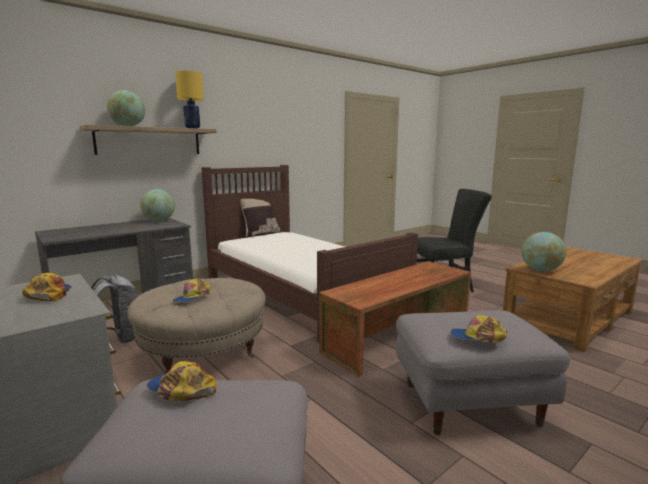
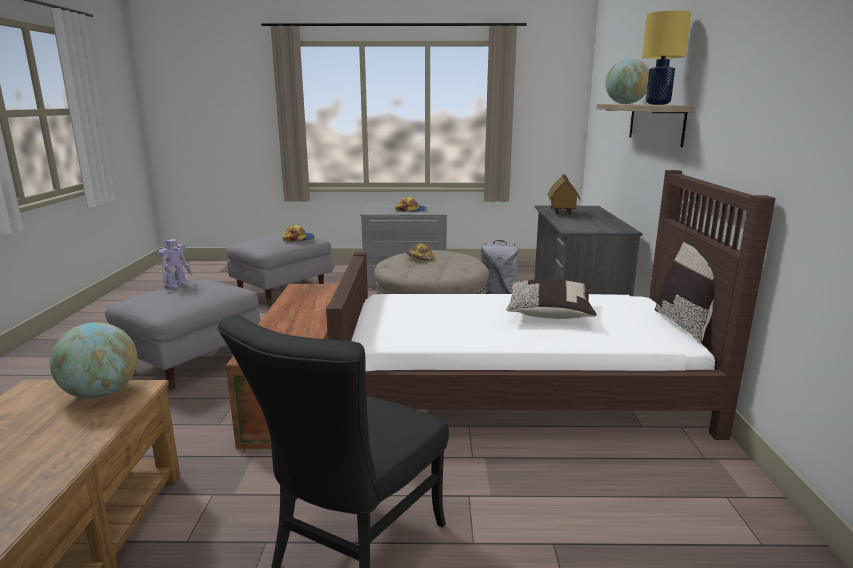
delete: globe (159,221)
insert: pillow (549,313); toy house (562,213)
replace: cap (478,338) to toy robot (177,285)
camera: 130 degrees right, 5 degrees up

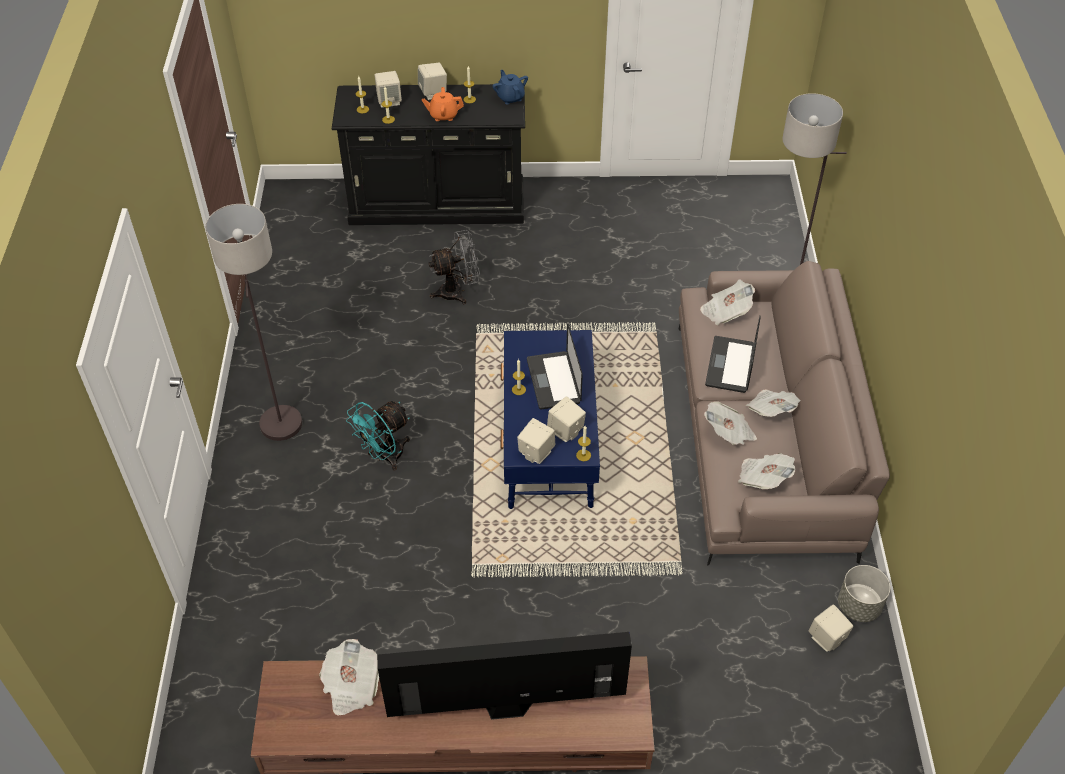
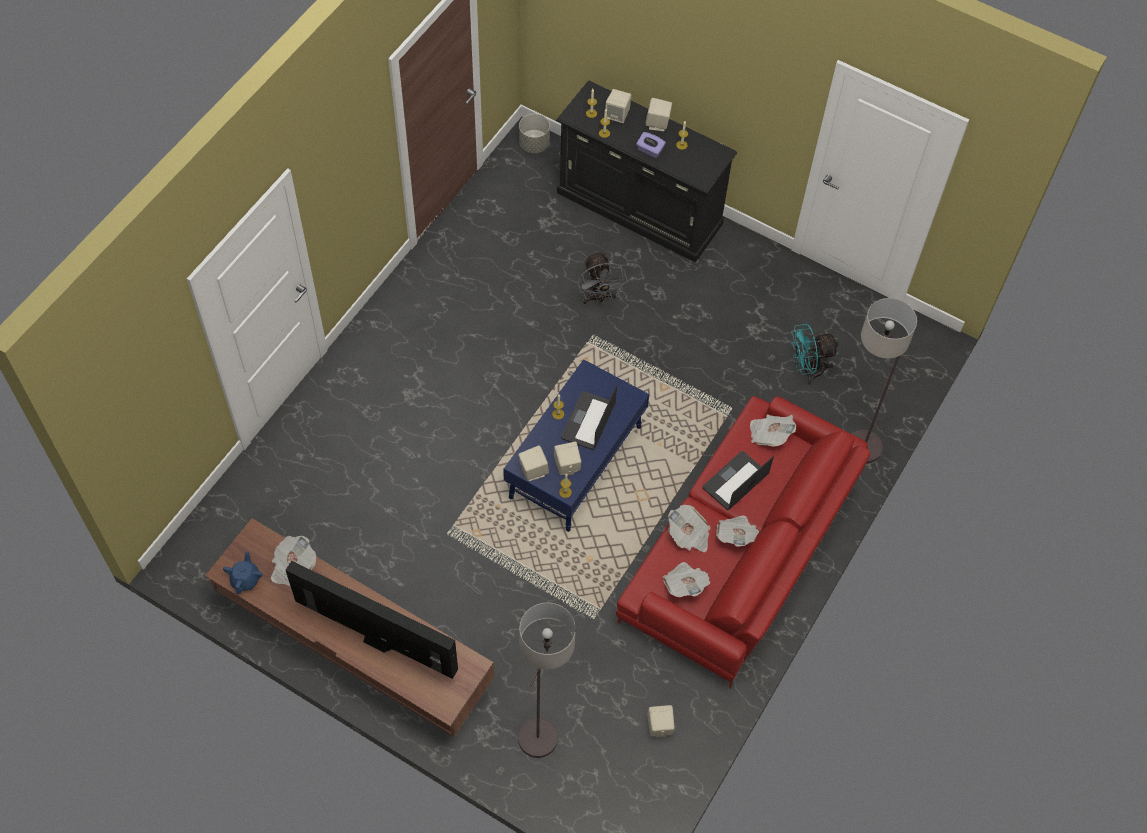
move: grey floor lamp (280,414) to (542,727); turquoise fan (384,456) to (807,370); blue teapot (510,97) to (246,579); grey planter (859,606) to (534,144)
replace: orange teapot (443,115) to purple tissue box (650,150)
recolor: beige sofa (765,437) to red sofa (742,551)
rotate: grey fan (457,292) = (598,298) 60 degrees clockwise
camera: 30 degrees right, 10 degrees up

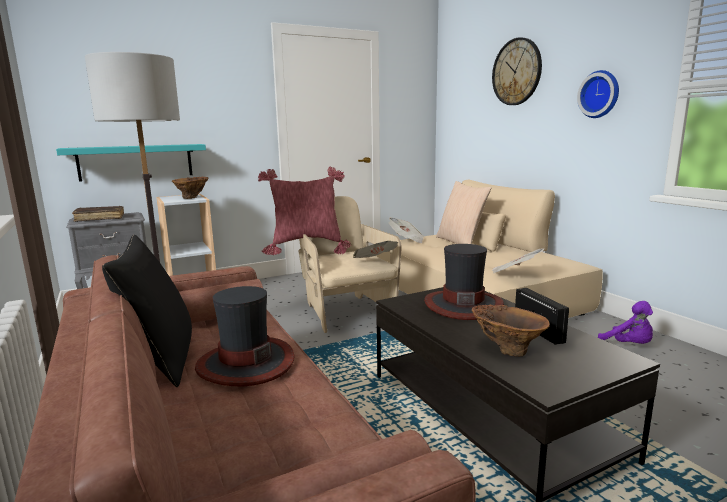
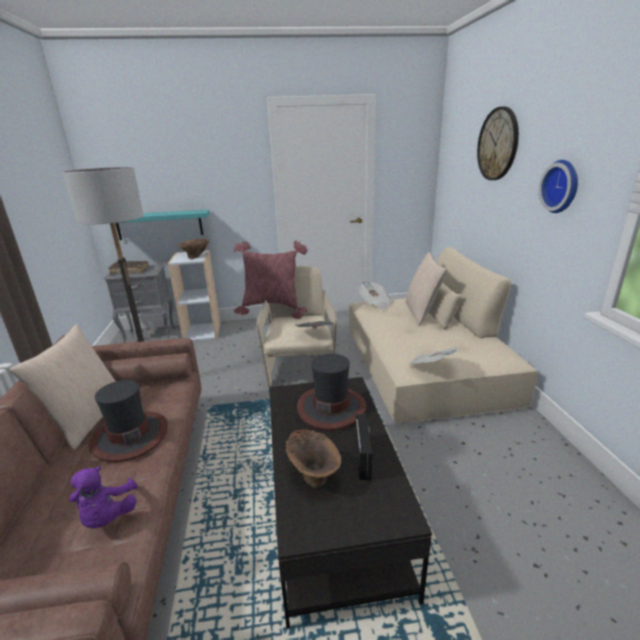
move: purple plush toy (629,345) to (108,516)
recolor: black pillow (162,359) to beige pillow (88,418)
camera: 20 degrees right, 10 degrees up

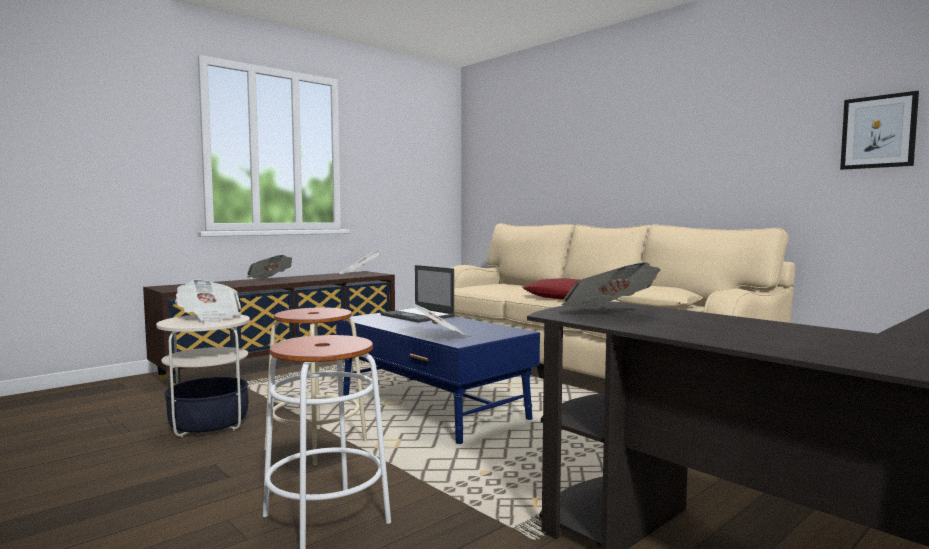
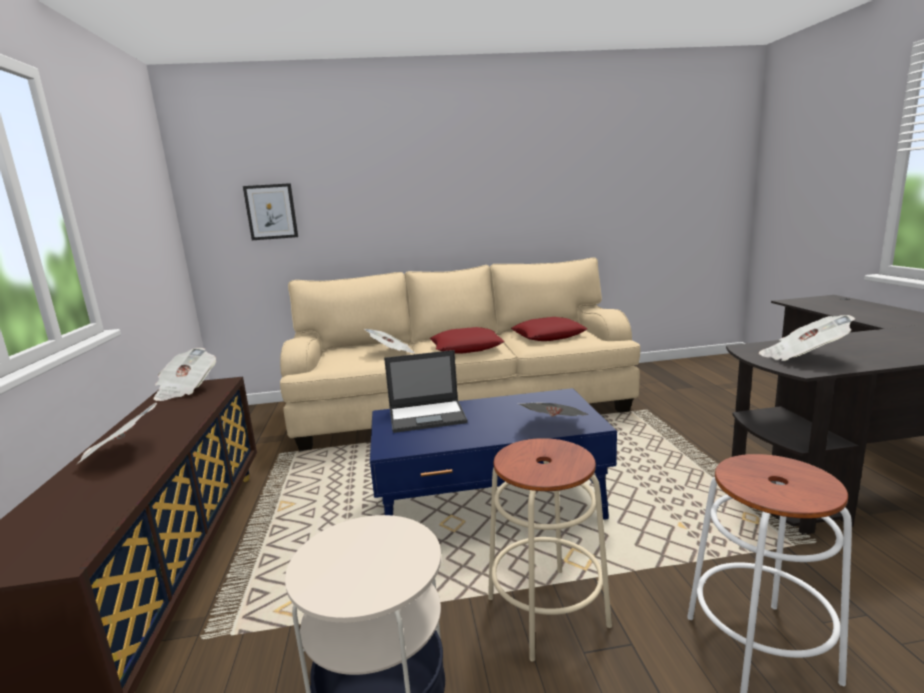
move: newspaper (209,318) to (392,353); picture (878,132) to (271,212)
recolor: beige pillow (656,306) to red pillow (548,336)
camera: 55 degrees left, 10 degrees up

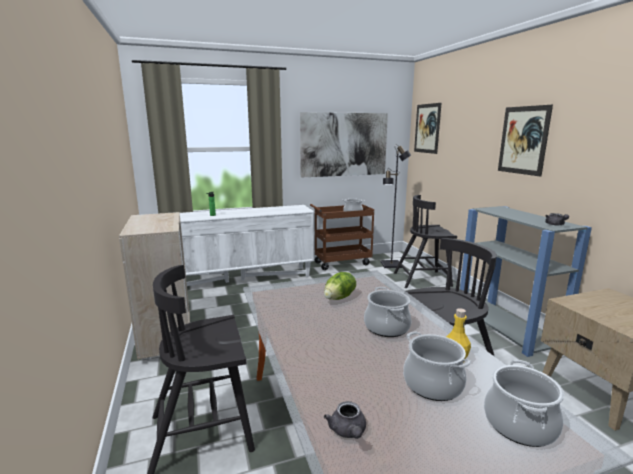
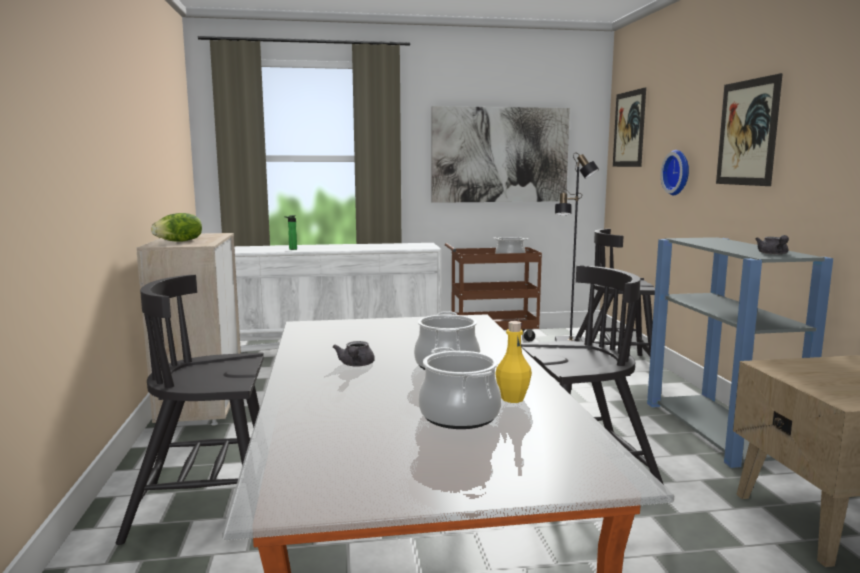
delete: cooking pot (519,424)
insert: wall clock (678,172)
move: lettuce (340,297) to (179,241); grey teapot (348,432) to (356,365)
camera: 10 degrees right, 5 degrees down

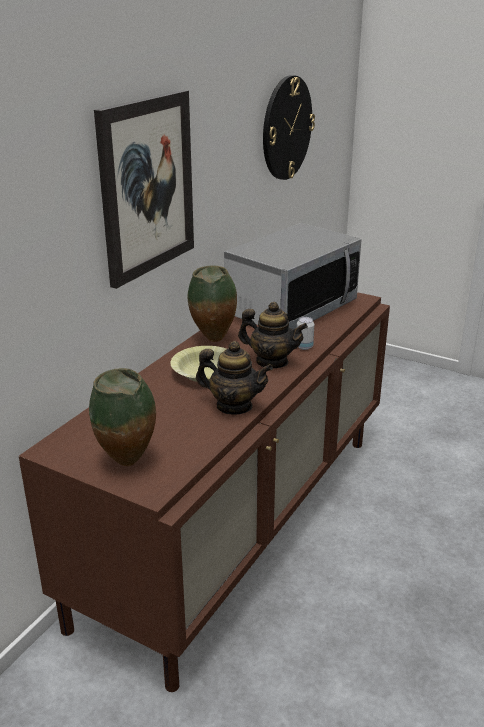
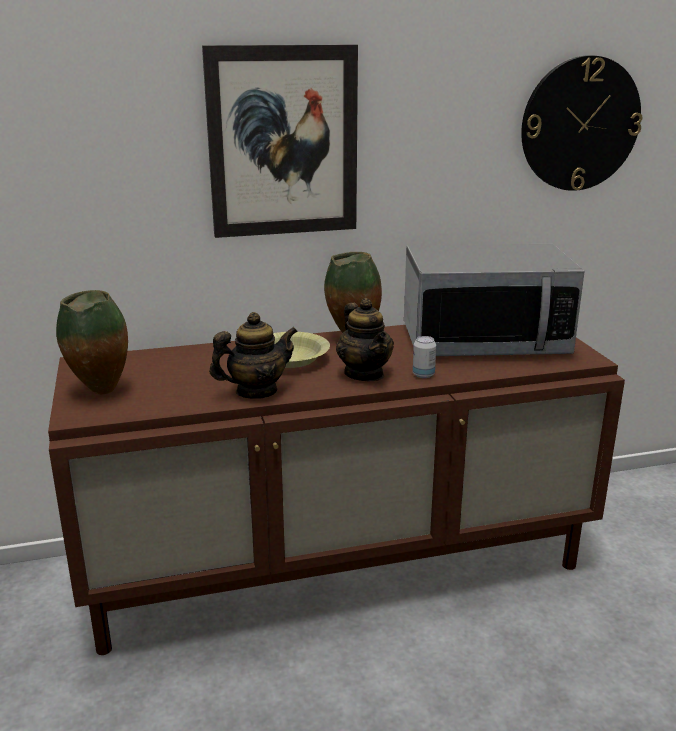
rotate: teapot (234,406) = (256,391) 90 degrees counterclockwise
camera: 45 degrees right, 5 degrees down

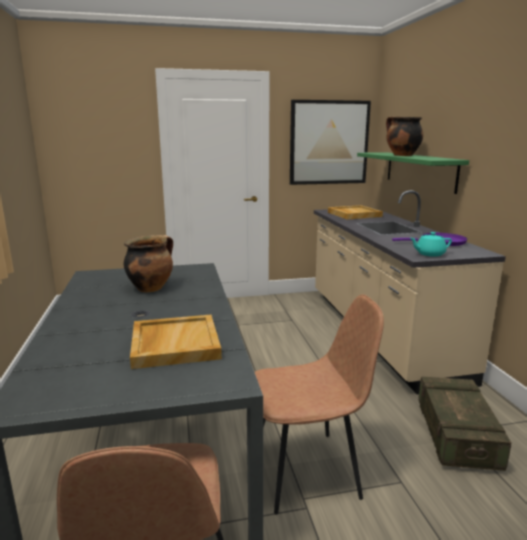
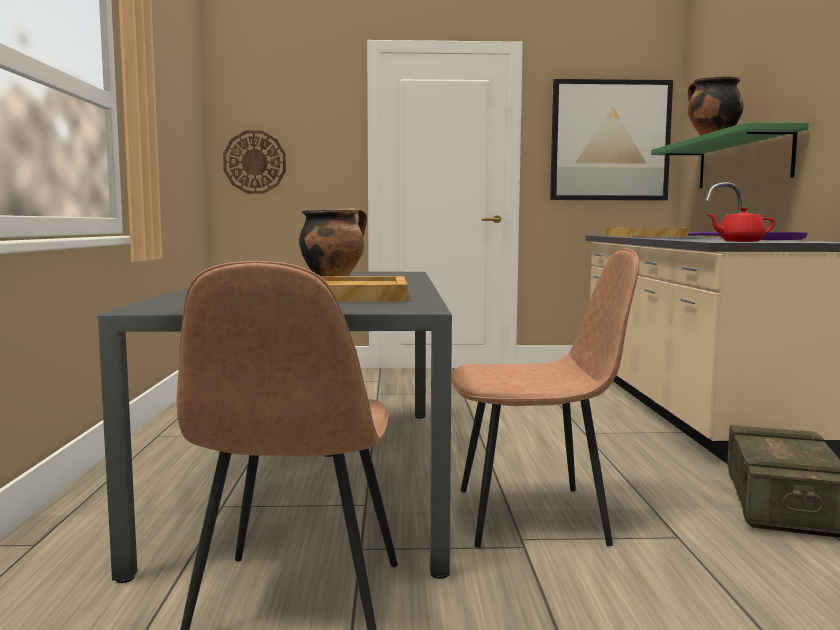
insert: wall clock (255,162)
recolor: turquoise teapot (429,254) to red teapot (740,241)
camera: 10 degrees right, 10 degrees down

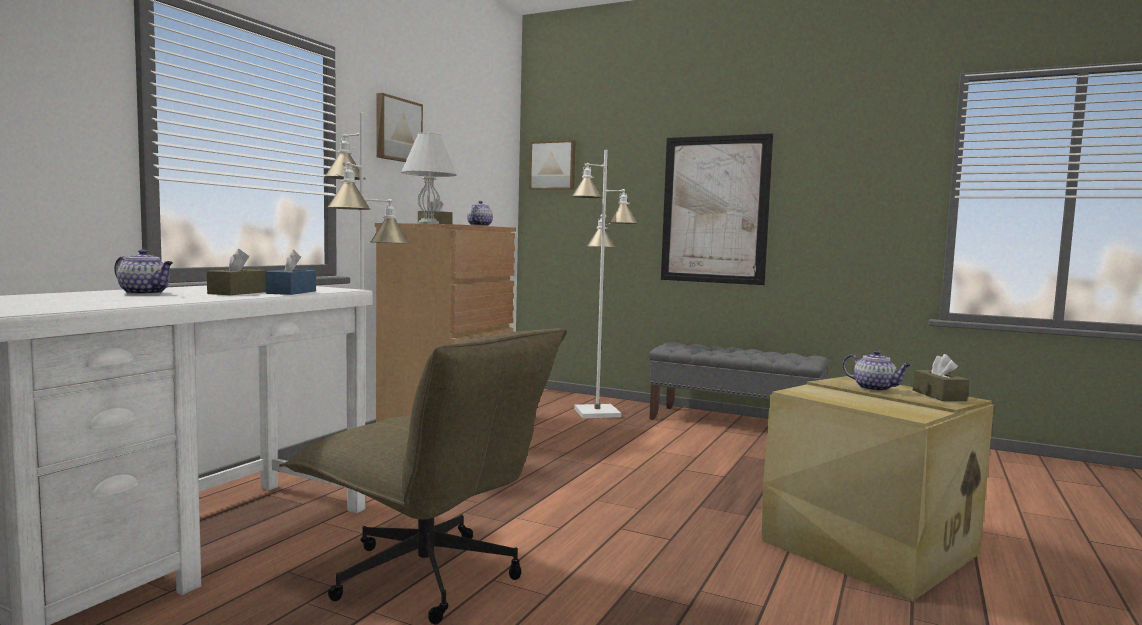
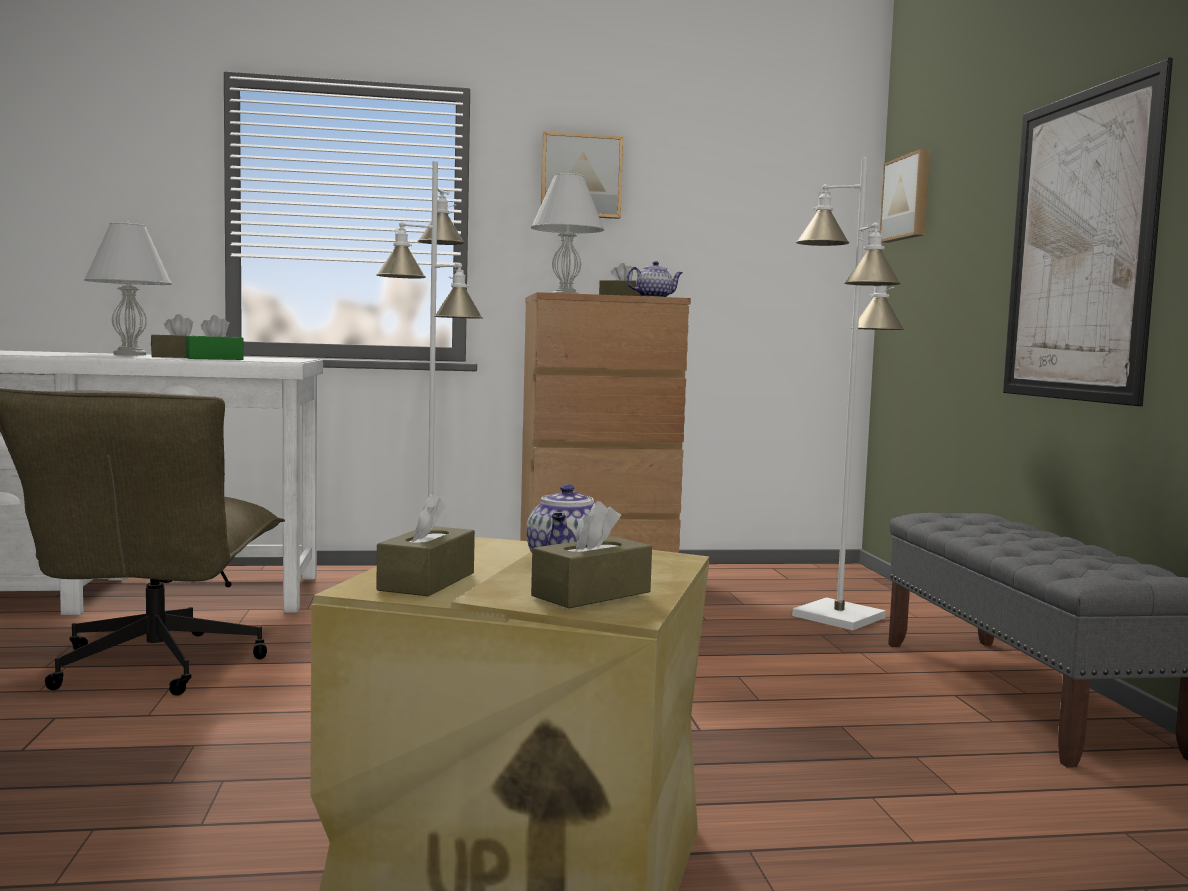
insert: brown tissue box (427,581)
replace: teapot (145,293) to white table lamp (130,354)
recolor: blue tissue box (291,292) to green tissue box (214,359)
camera: 55 degrees right, 0 degrees up

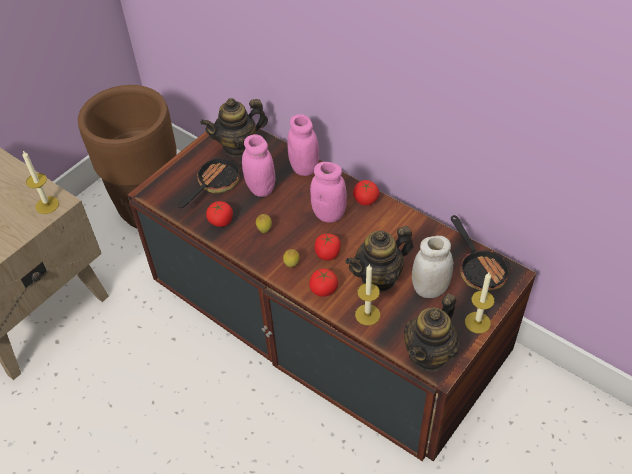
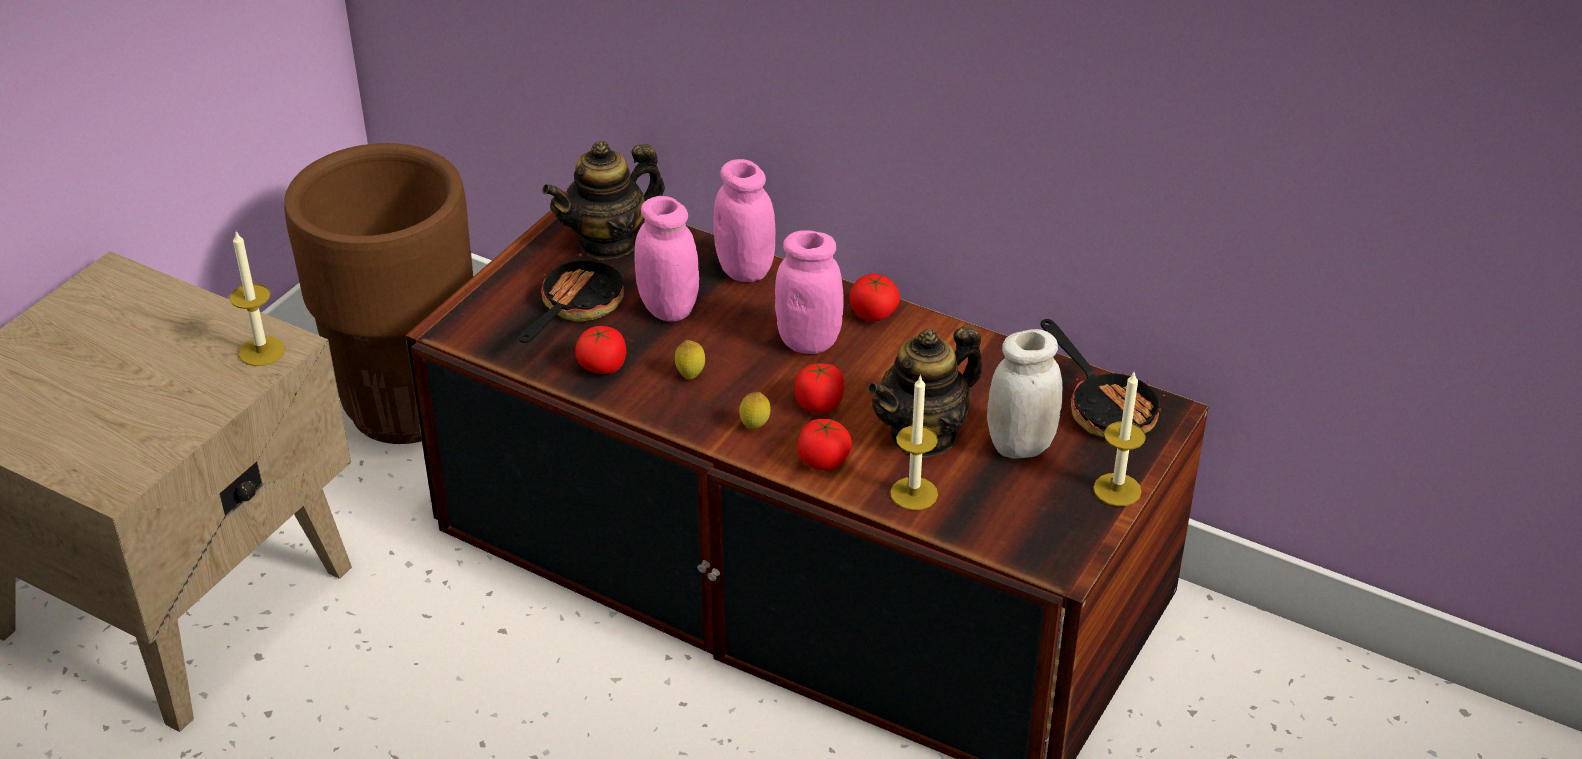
delete: teapot (429,354)
camera: 10 degrees left, 10 degrees down

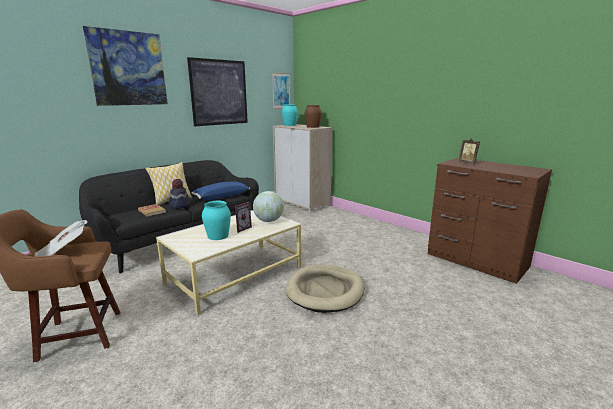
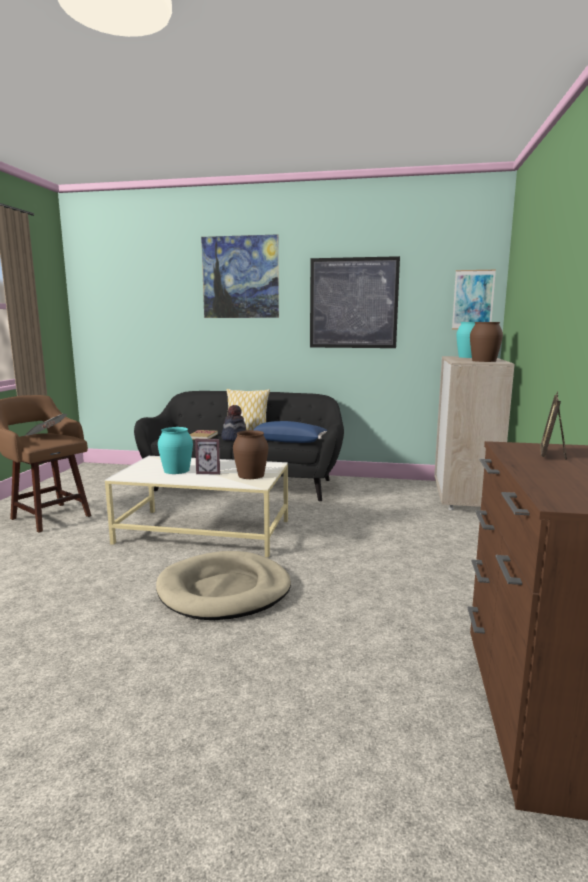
replace: globe (268,221) to brown vase (251,475)
camera: 55 degrees right, 5 degrees down

